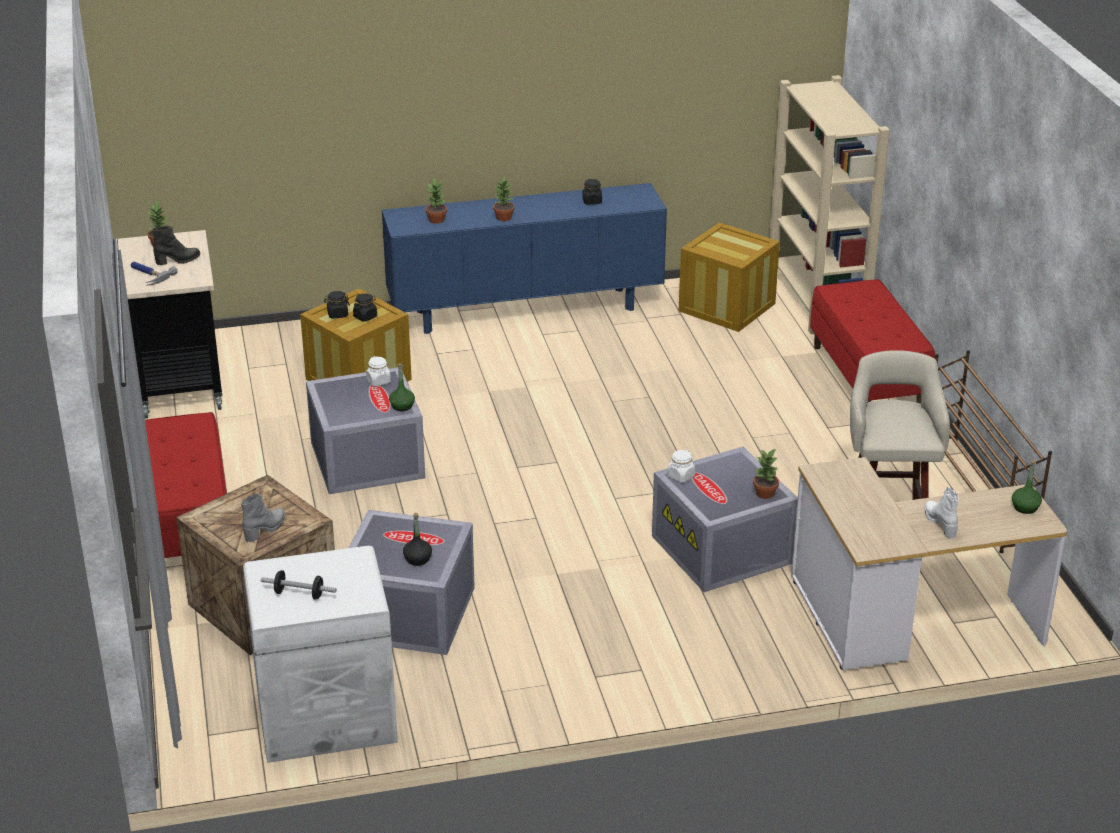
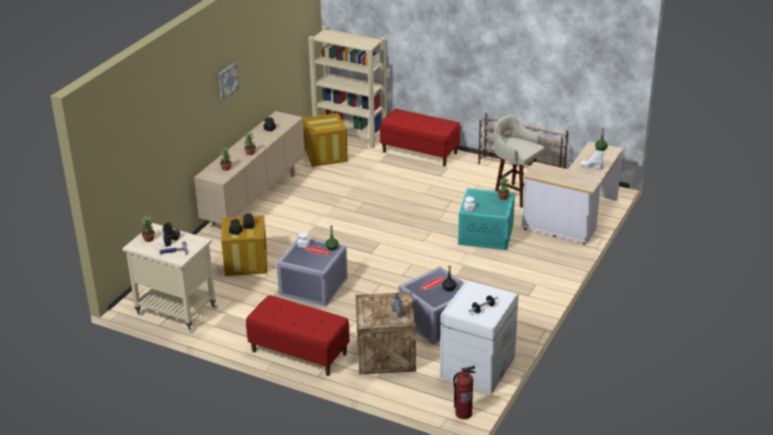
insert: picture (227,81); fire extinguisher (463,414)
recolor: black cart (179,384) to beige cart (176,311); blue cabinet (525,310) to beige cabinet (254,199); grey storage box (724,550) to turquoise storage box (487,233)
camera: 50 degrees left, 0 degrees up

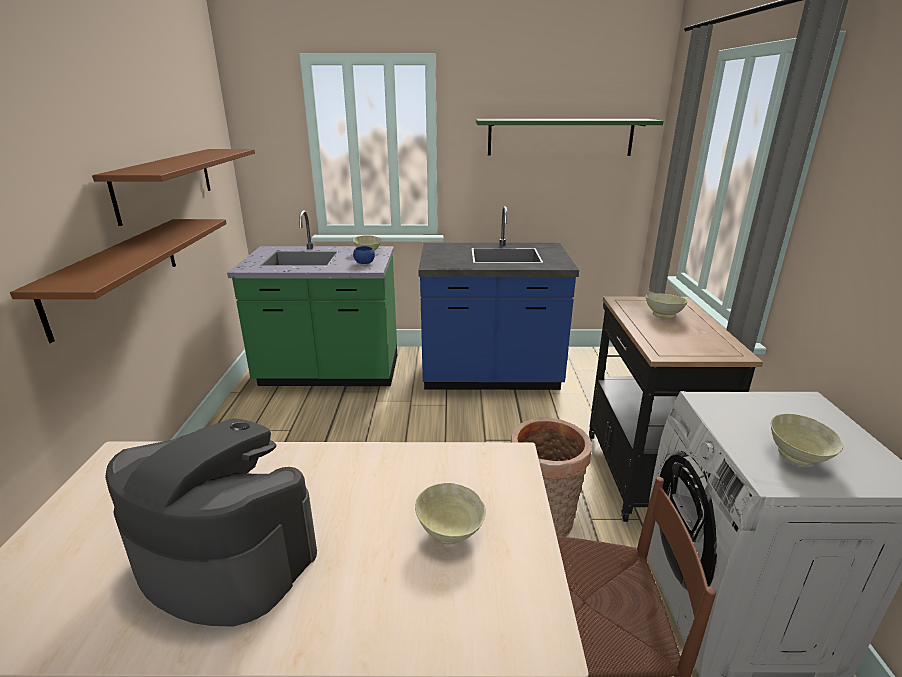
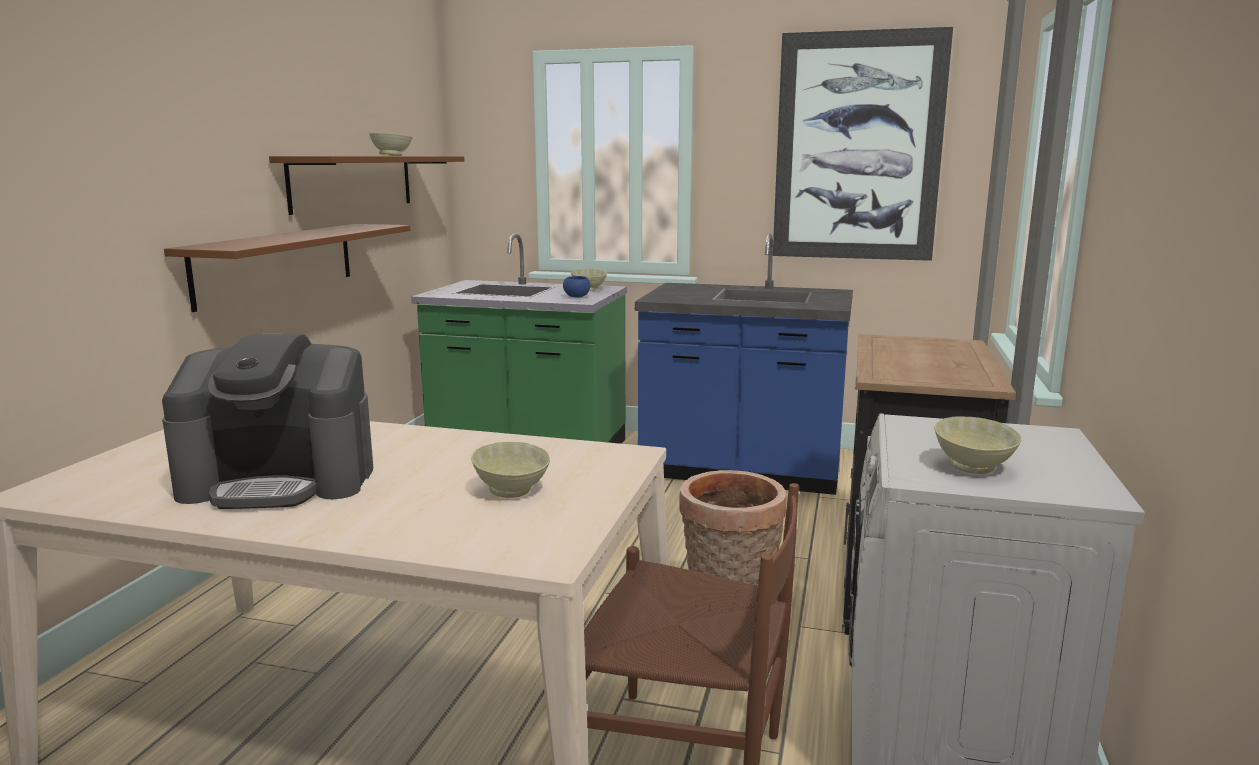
move: beige bowl (664,315) to (392,155)
replace: green shelf (560,137) to picture (857,147)
rotate: coffee machine (225,556) = (281,480) 135 degrees clockwise
camera: 15 degrees right, 10 degrees down

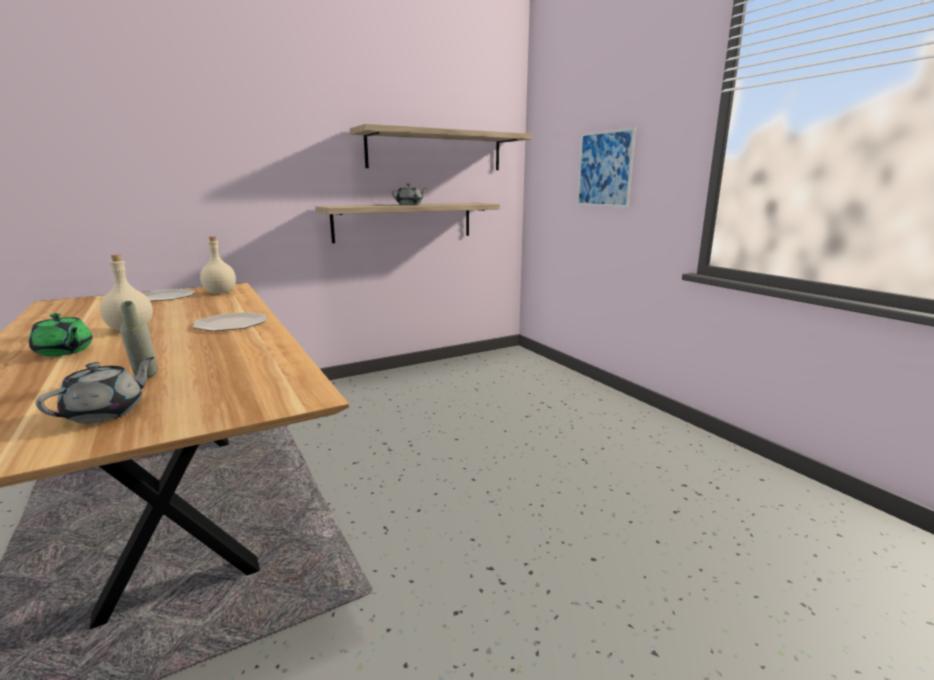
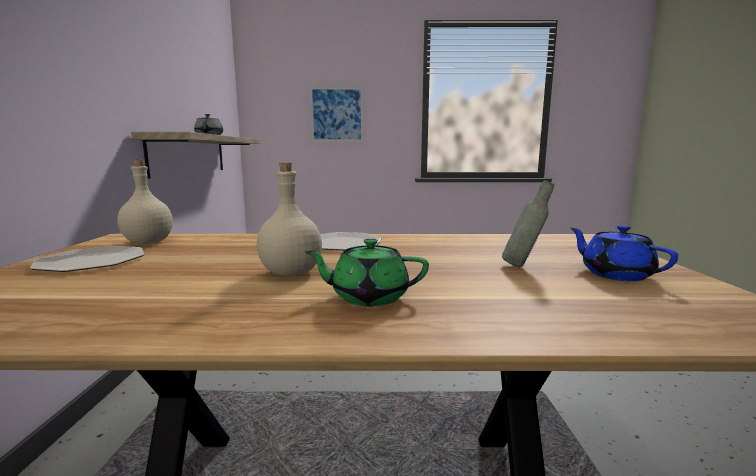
delete: shelf (436,151)
recolor: grey teapot (106,413) to blue teapot (615,274)
rotate: green teapot (64,351) = (368,297) 150 degrees counterclockwise
camera: 60 degrees left, 5 degrees down

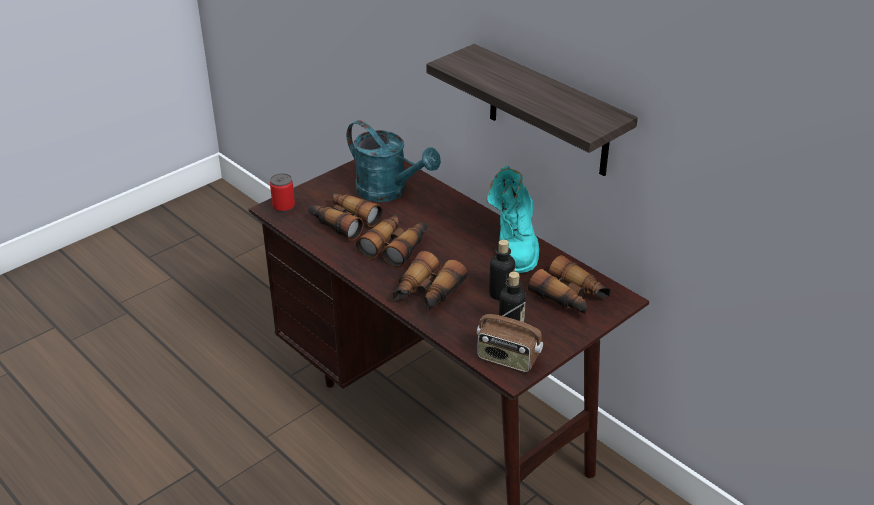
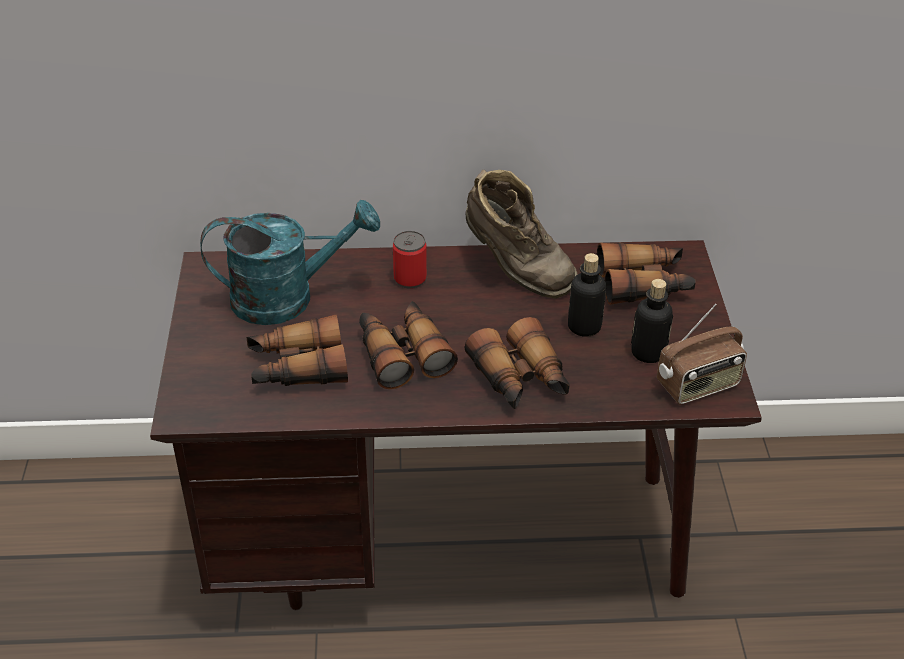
delete: shelf (548,112)
move: can (283,207) to (410,279)
recolor: turquoise boot (515,248) to brown boot (515,270)
camera: 50 degrees left, 5 degrees up

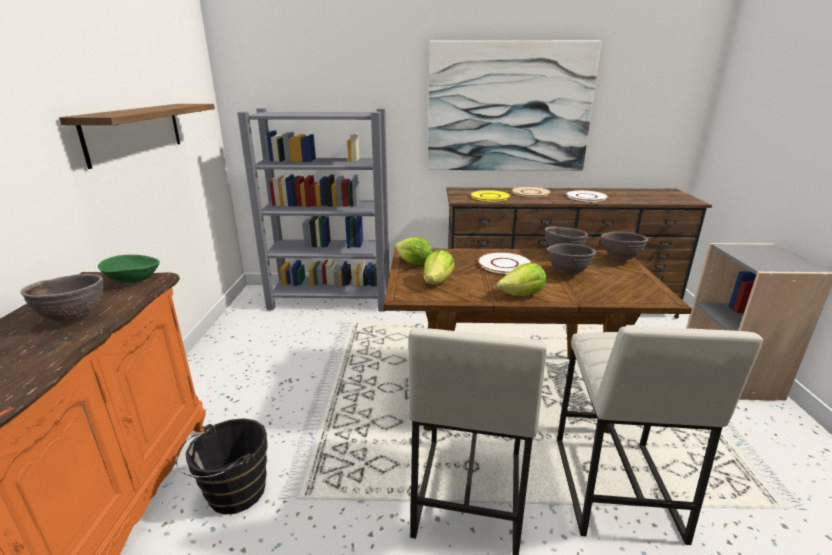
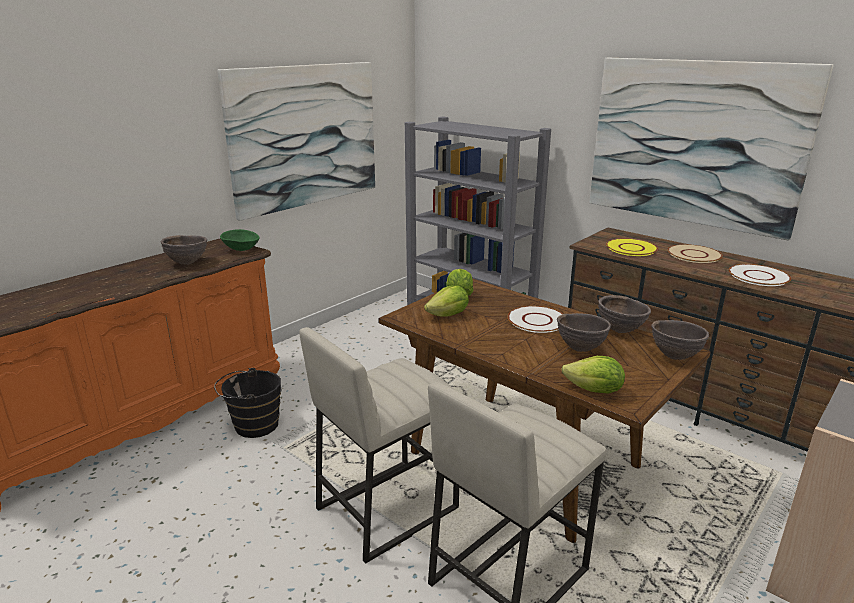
move: lettuce (523,295) to (594,391)
replace: shelf (135,132) to picture (305,136)
camera: 40 degrees right, 0 degrees up

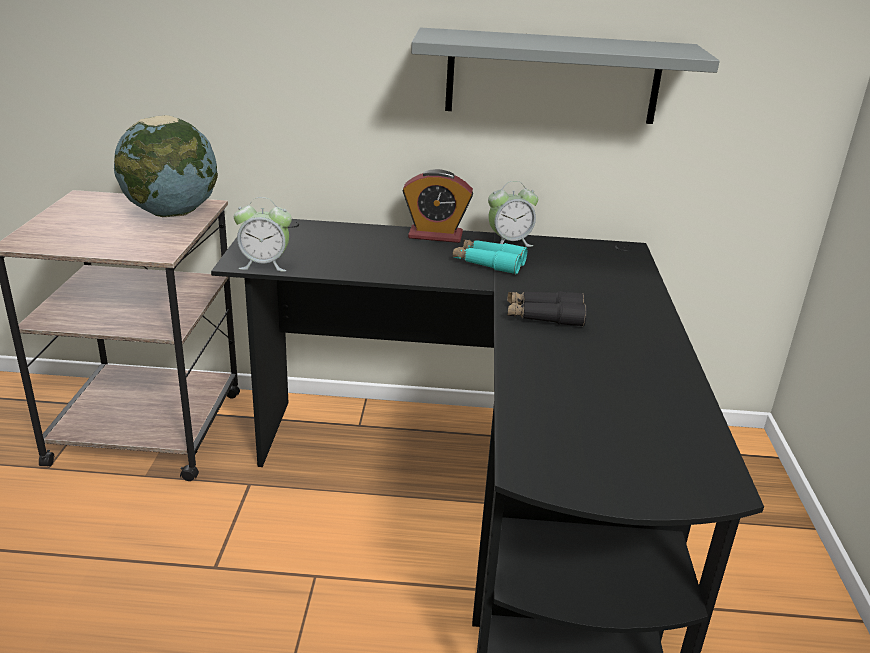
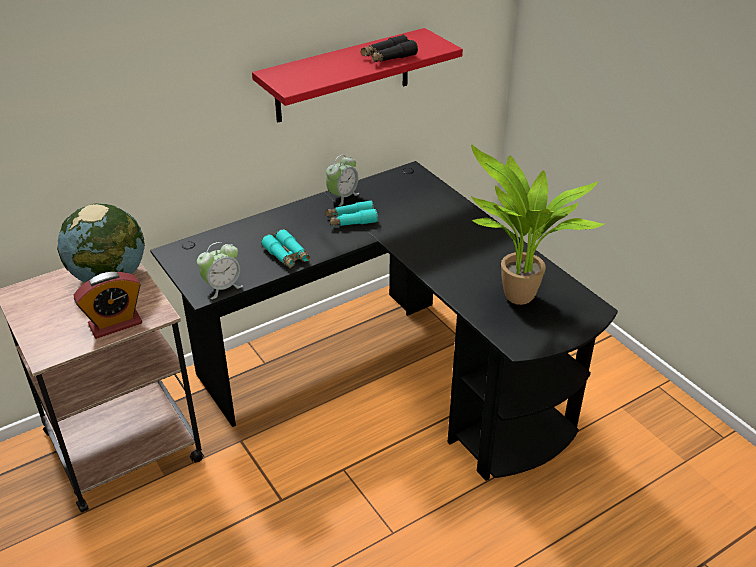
insert: turquoise binoculars (287,255); potted plant (516,300)
move: alarm clock (435,235) to (115,324); black binoculars (544,316) to (388,57)
recolor: grey shelf (552,77) to red shelf (343,76)
camera: 35 degrees left, 10 degrees up

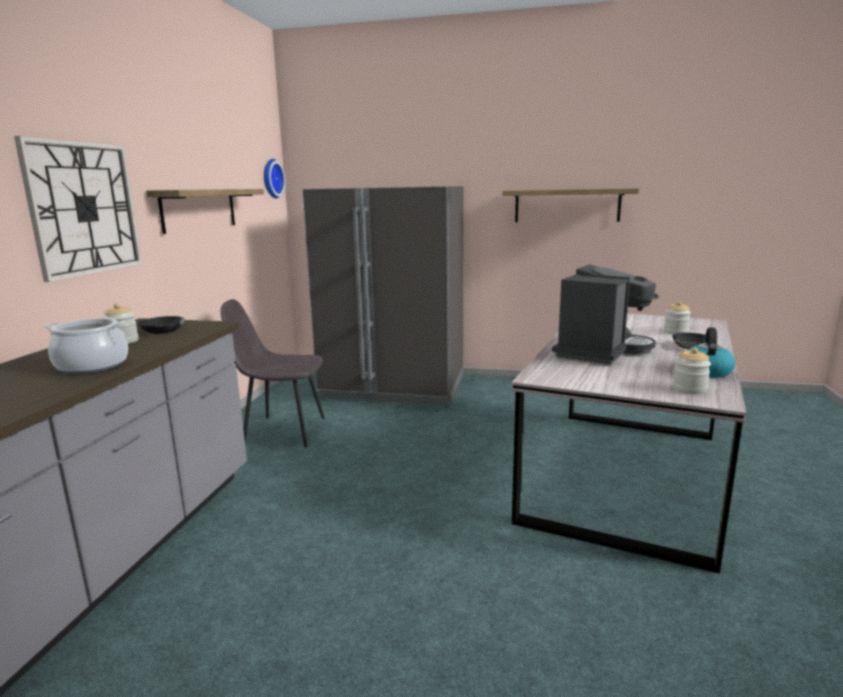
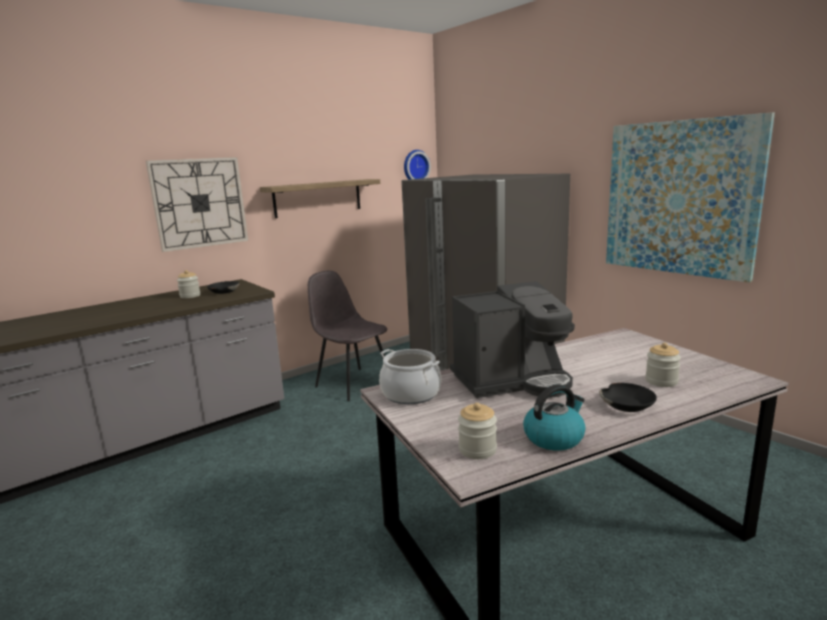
move: cooking pot (92,366) to (411,394)
replace: shelf (567,205) to picture (679,198)
camera: 40 degrees right, 0 degrees up

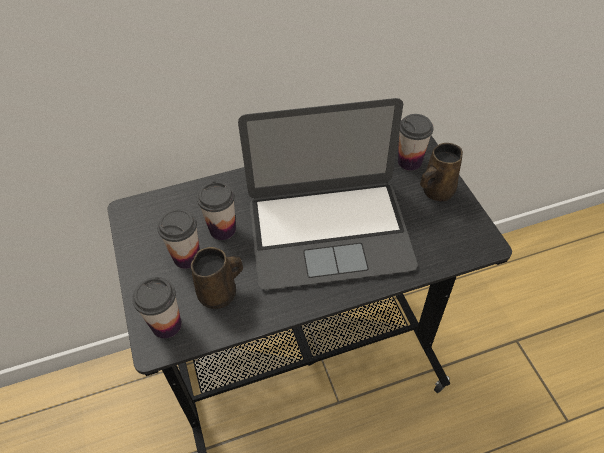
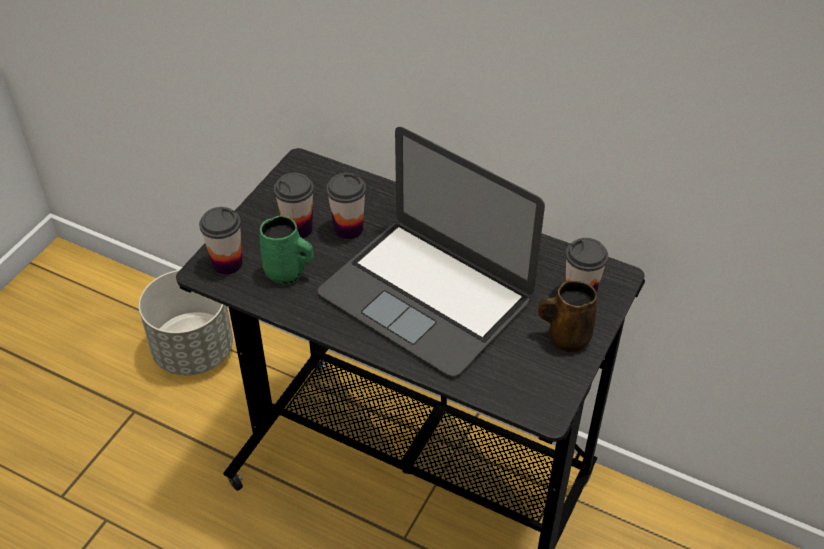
insert: grey planter (194,350)
recolor: brown mug (220,294) to green mug (287,273)
camera: 45 degrees right, 5 degrees down

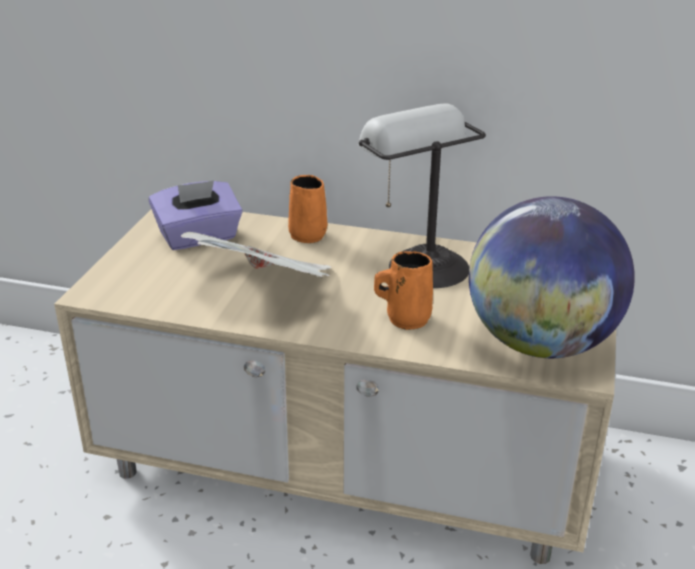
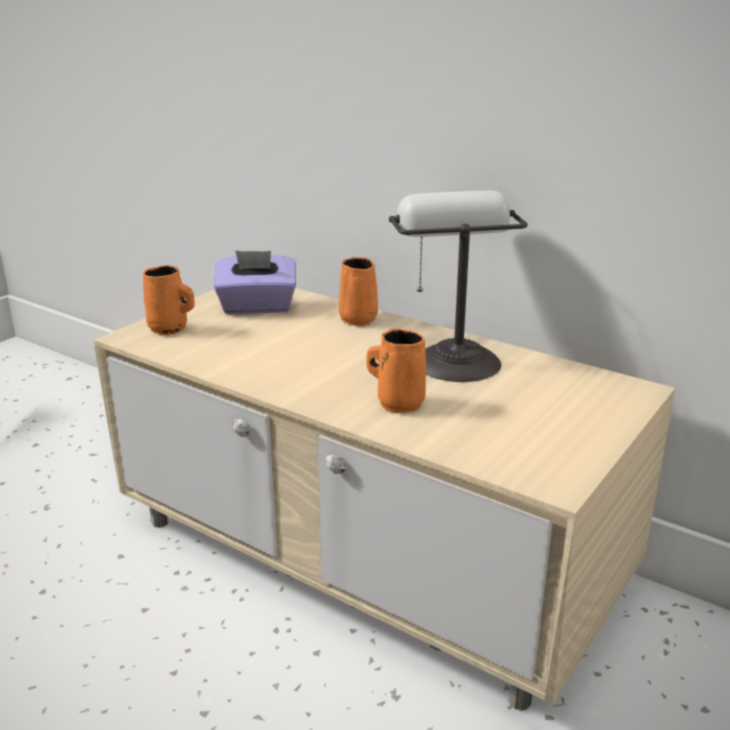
delete: newspaper (266,290); globe (540,344)
insert: orange mug (170,329)
camera: 20 degrees right, 5 degrees down

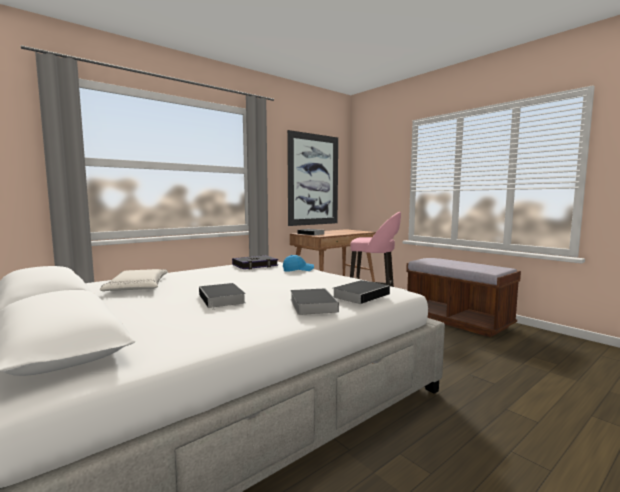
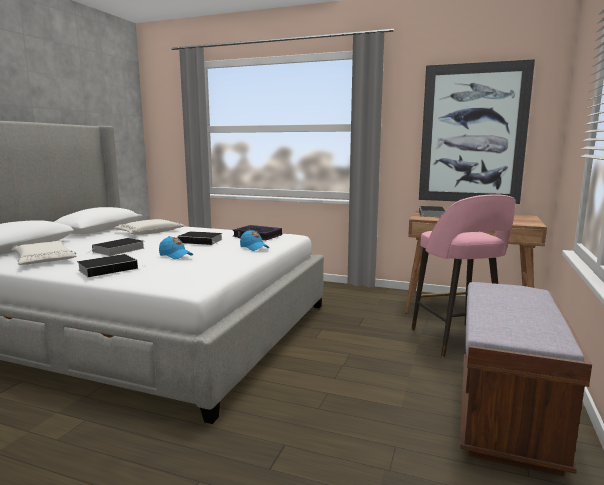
insert: white pillow (43,258); blue cap (175,256)
move: book (361,295) to (202,241)
camera: 60 degrees right, 5 degrees up

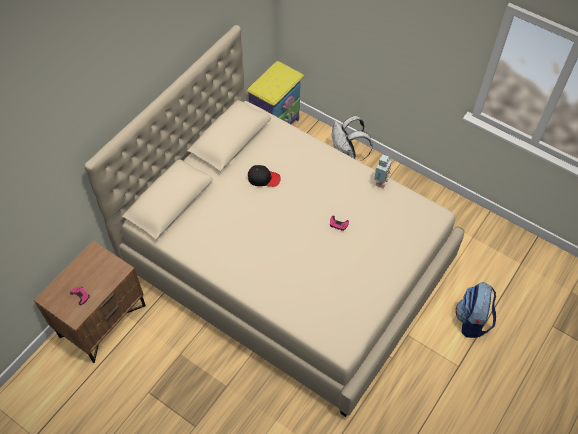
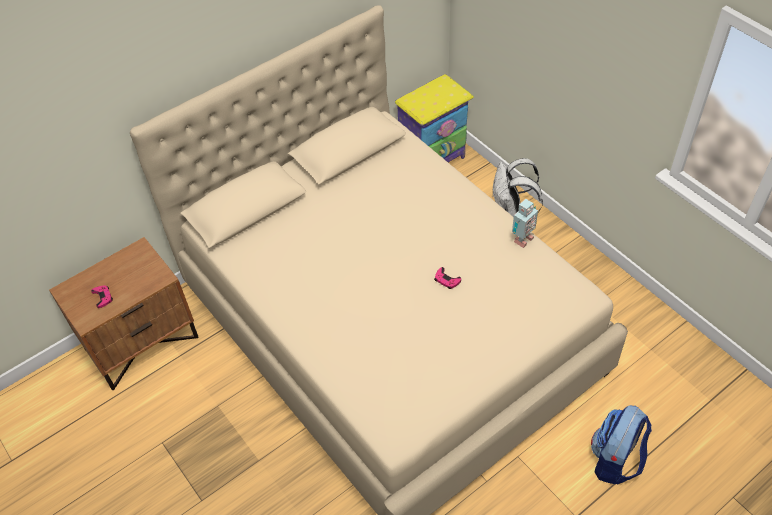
delete: black cap (263,178)
camera: 20 degrees right, 5 degrees down

